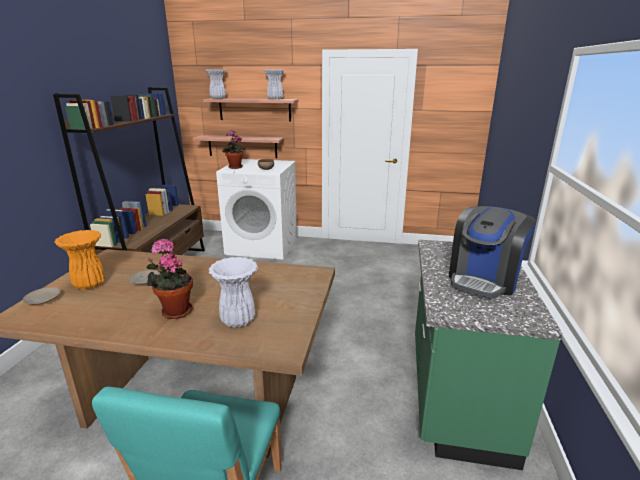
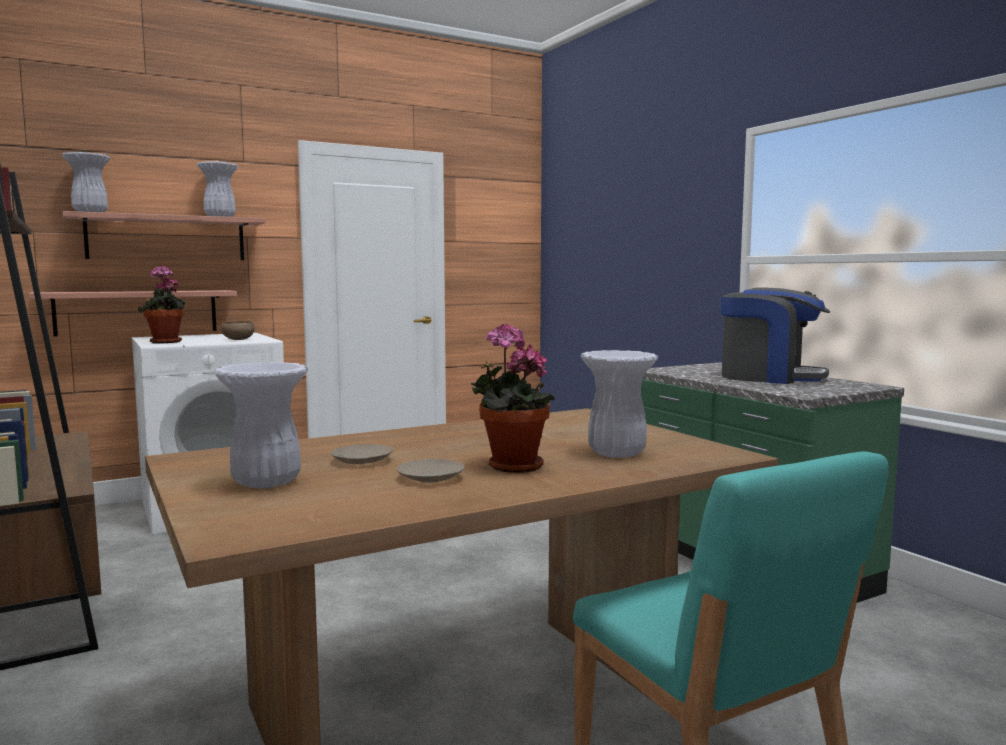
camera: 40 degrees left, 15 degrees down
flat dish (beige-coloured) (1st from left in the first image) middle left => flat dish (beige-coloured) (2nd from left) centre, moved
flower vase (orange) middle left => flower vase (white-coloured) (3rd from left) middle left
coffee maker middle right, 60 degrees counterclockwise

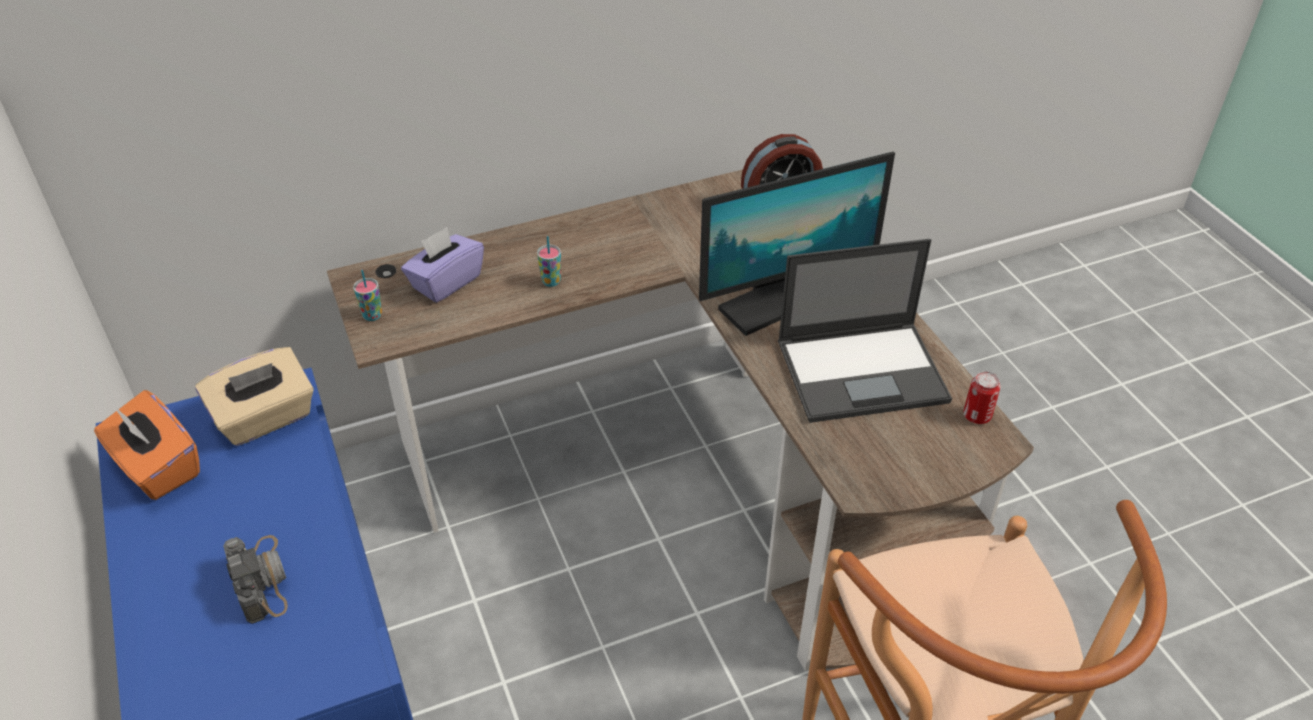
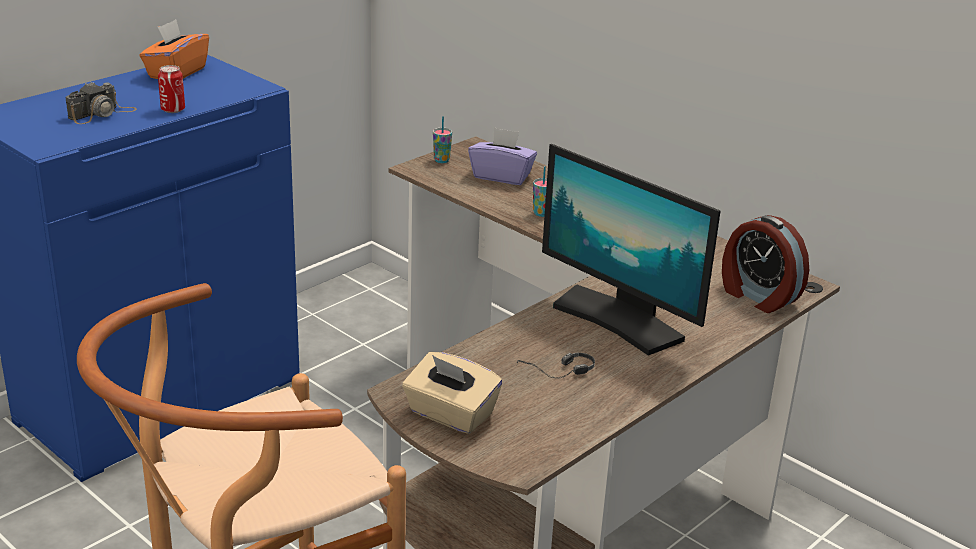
camera: 65 degrees right, 15 degrees down
tissue holder (beige-coloured) middle left => tissue holder (beige-coloured) bottom centre, moved
laptop centre => headphones bottom centre
sealed can middle right => sealed can top left, moved

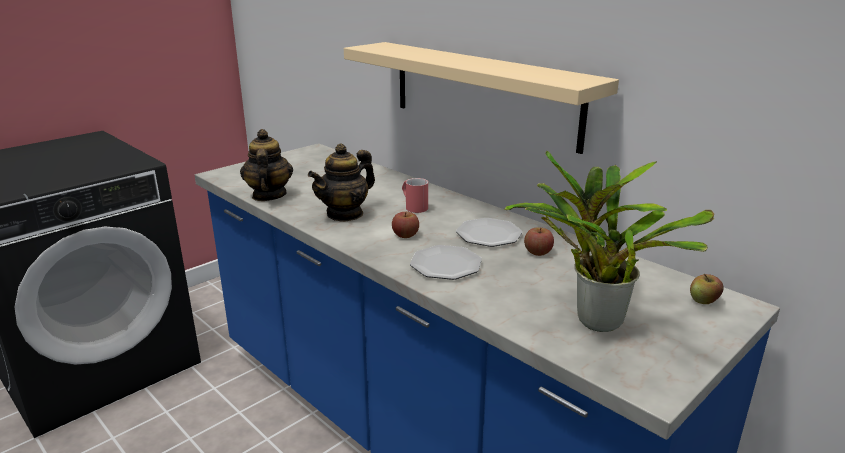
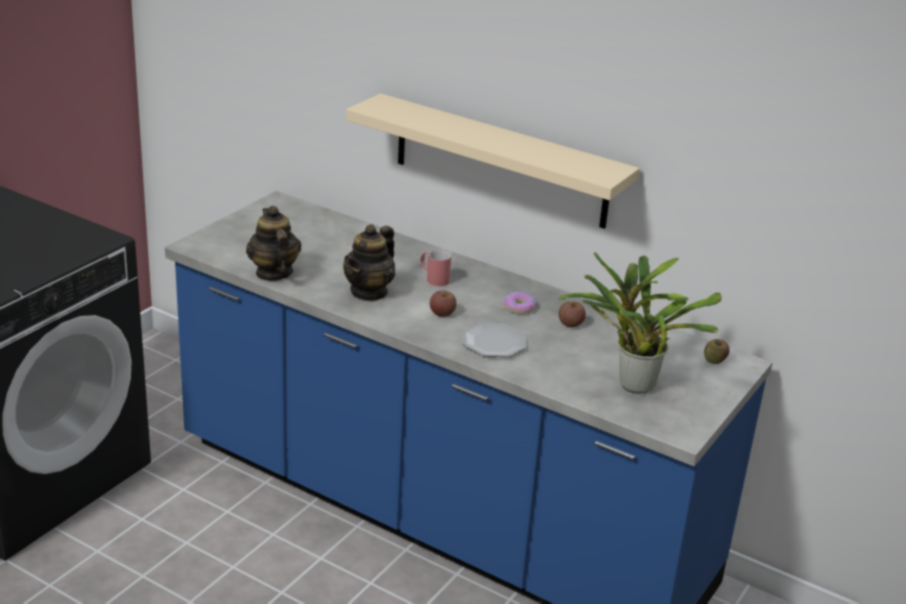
camera: 15 degrees left, 5 degrees up
flat dish (2nd from left) centre => doughnut centre

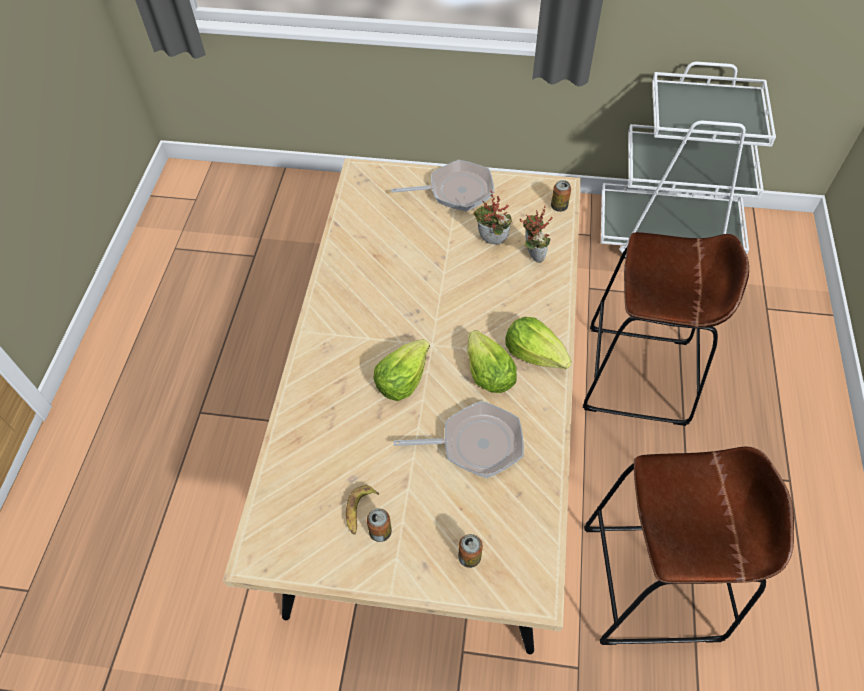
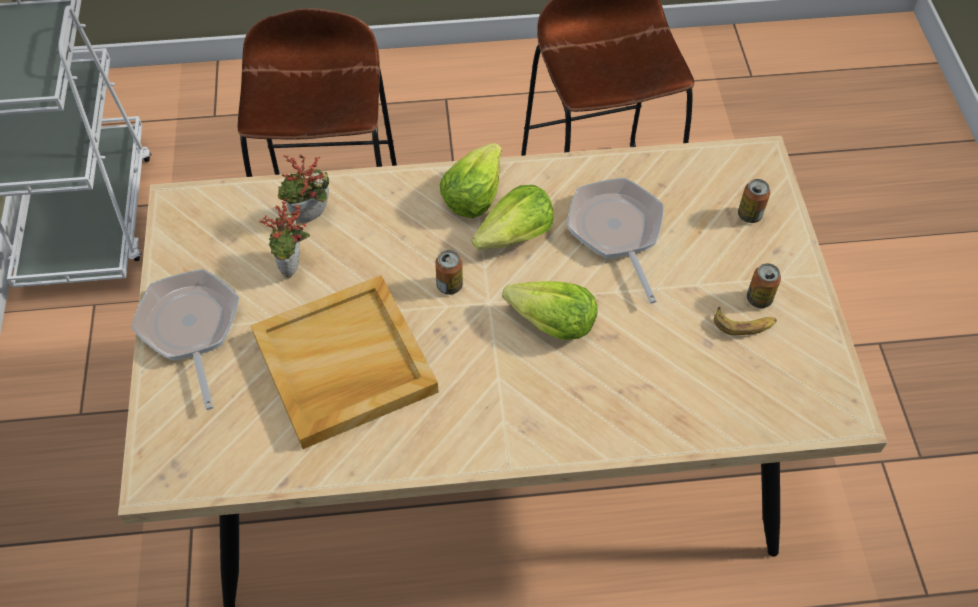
camera: 105 degrees left, 0 degrees up
sealed can (3rd from left in the first image) top centre => sealed can (1st from left) centre, moved
nothing => carrying tray (beige-coloured) centre

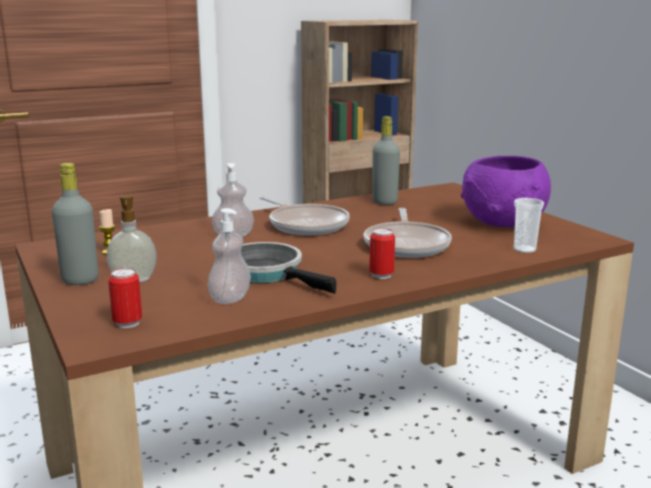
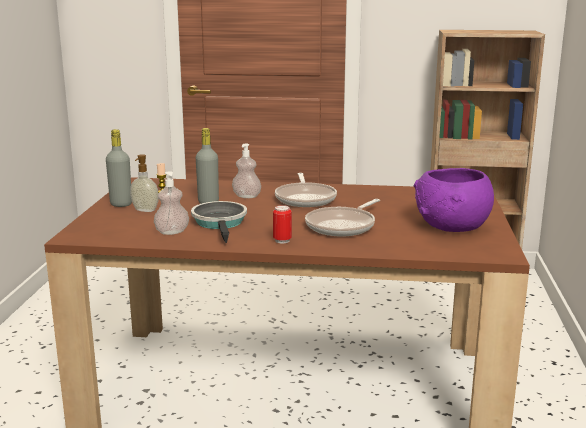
camera: 35 degrees right, 0 degrees up
sealed can (1st from left) middle left => nothing
bottle (greyish) (2nd from left) top centre => bottle (greyish) (2nd from left) centre, moved
cup middle right => nothing

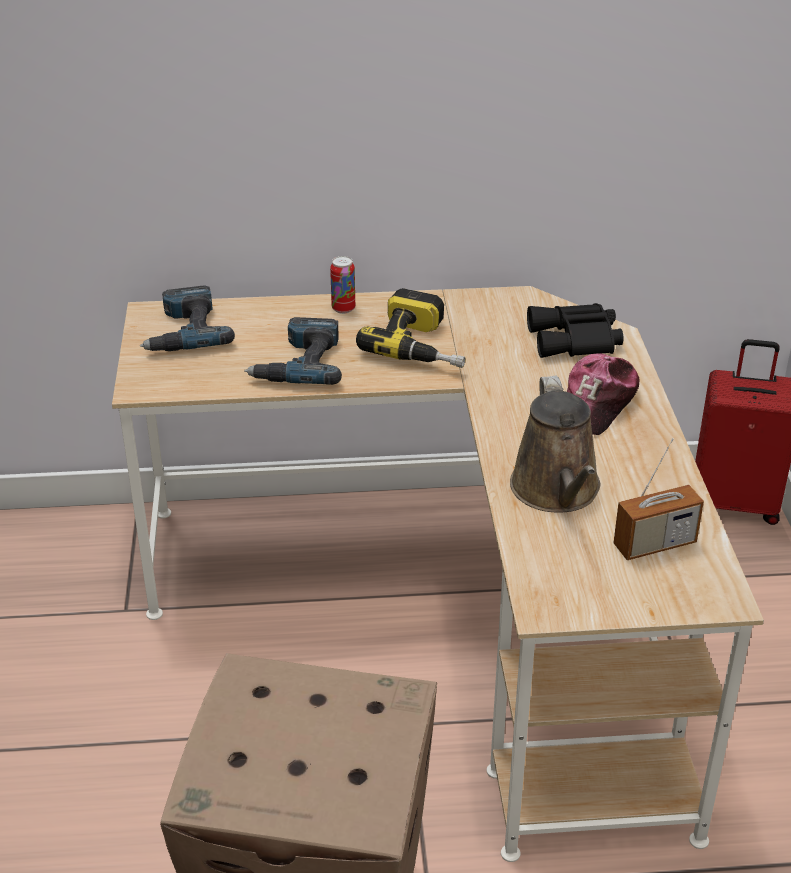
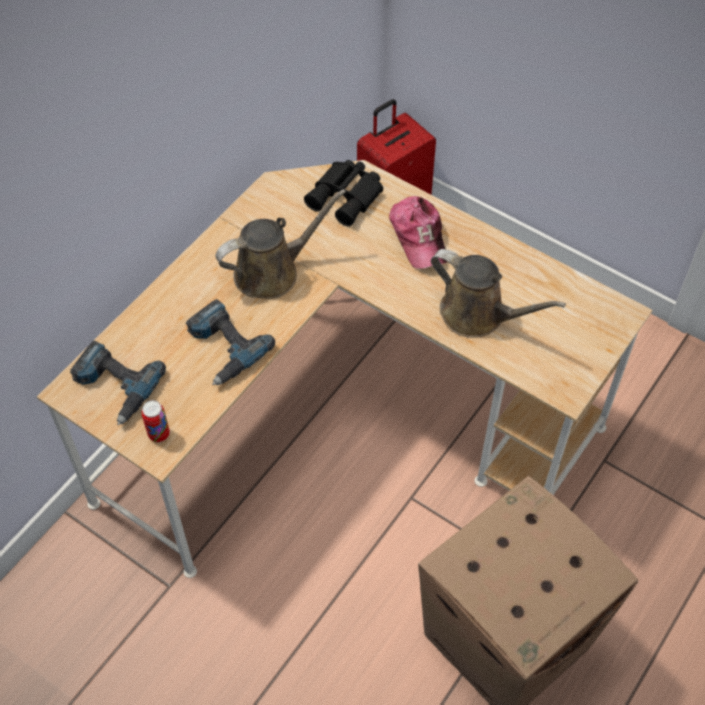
camera: 50 degrees left, 20 degrees up
sealed can top centre => sealed can middle left, moved
electric drill (3rd from left) centre => watering pot (brown-coloured) (1st from left) centre
radio receiver middle right => nothing

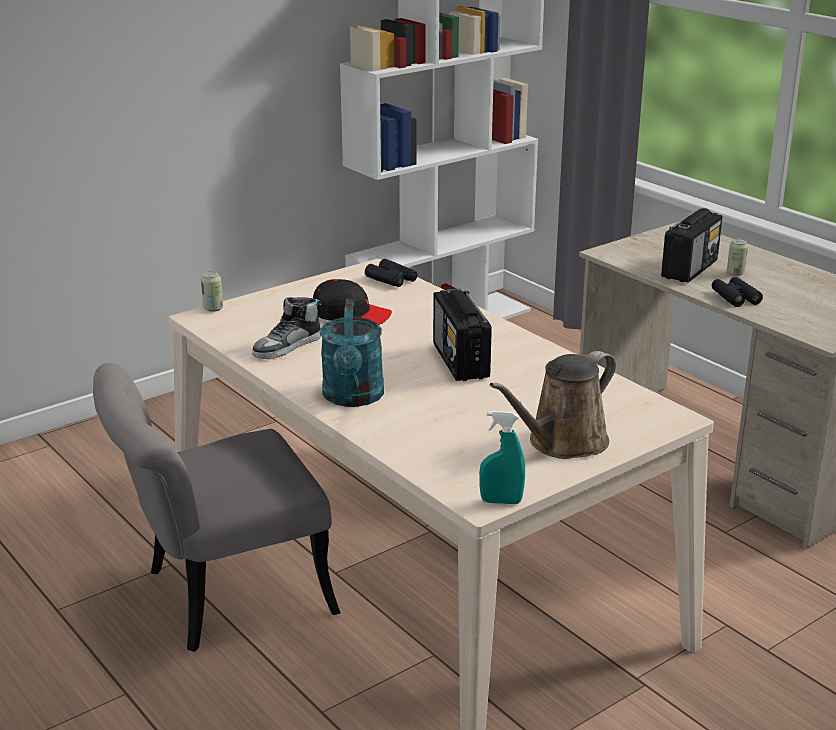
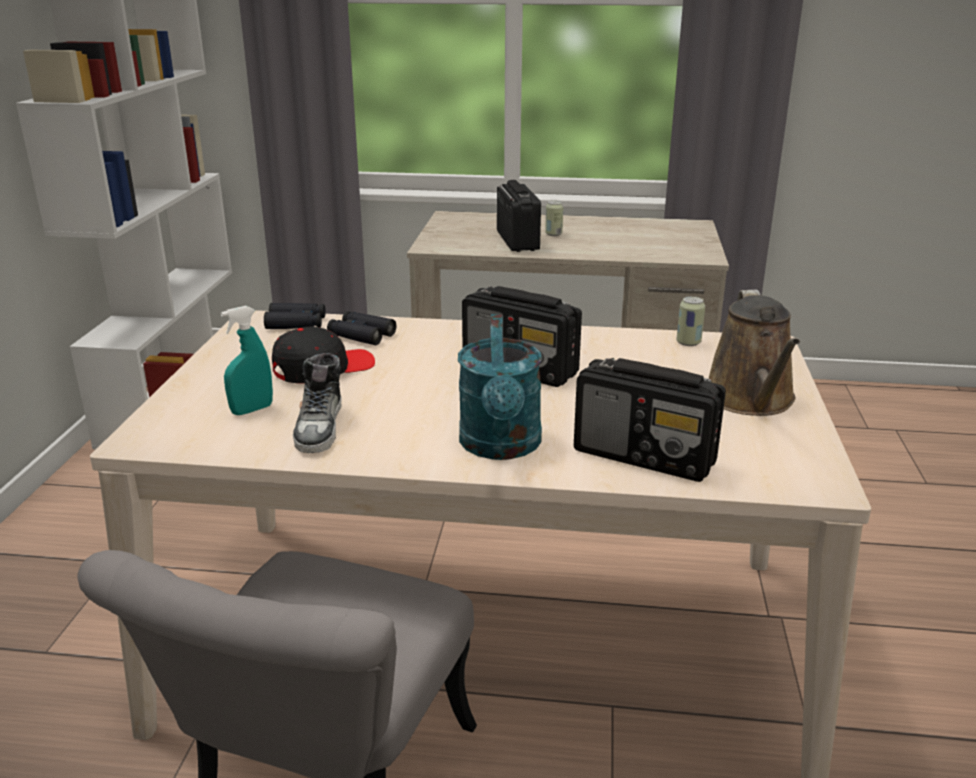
camera: 45 degrees left, 0 degrees up
sealed can (1st from left in the first image) middle left => sealed can (2nd from left) middle right, moved
watering pot (turquoise) centre, 45 degrees clockwise
hand sprayer (turquoise) centre => hand sprayer (turquoise) middle left, moved
binoculars (black) (2nd from left) middle right => binoculars (black) (2nd from left) centre, moved
nothing => radio receiver (3rd from left) centre

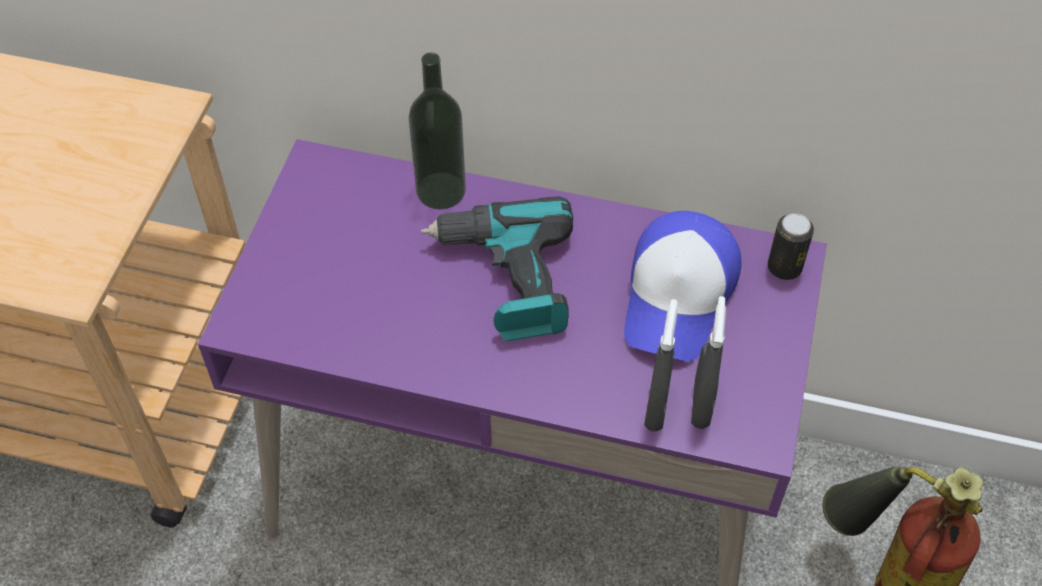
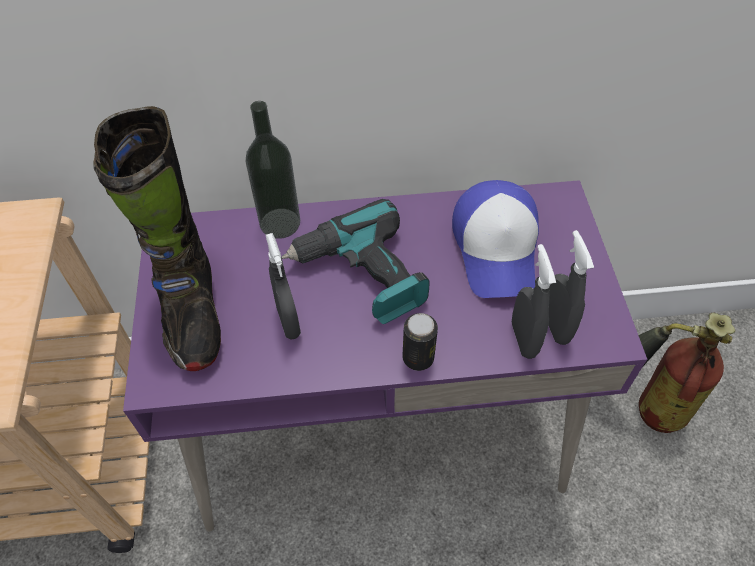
camera: 20 degrees left, 0 degrees up
sealed can middle right => sealed can centre, moved
nothing => boot (black) middle left
nothing => hand sprayer (greyish) (1st from left) centre

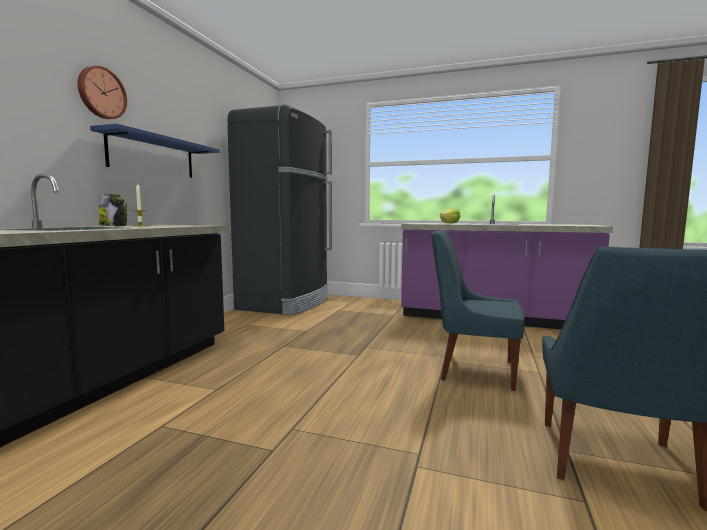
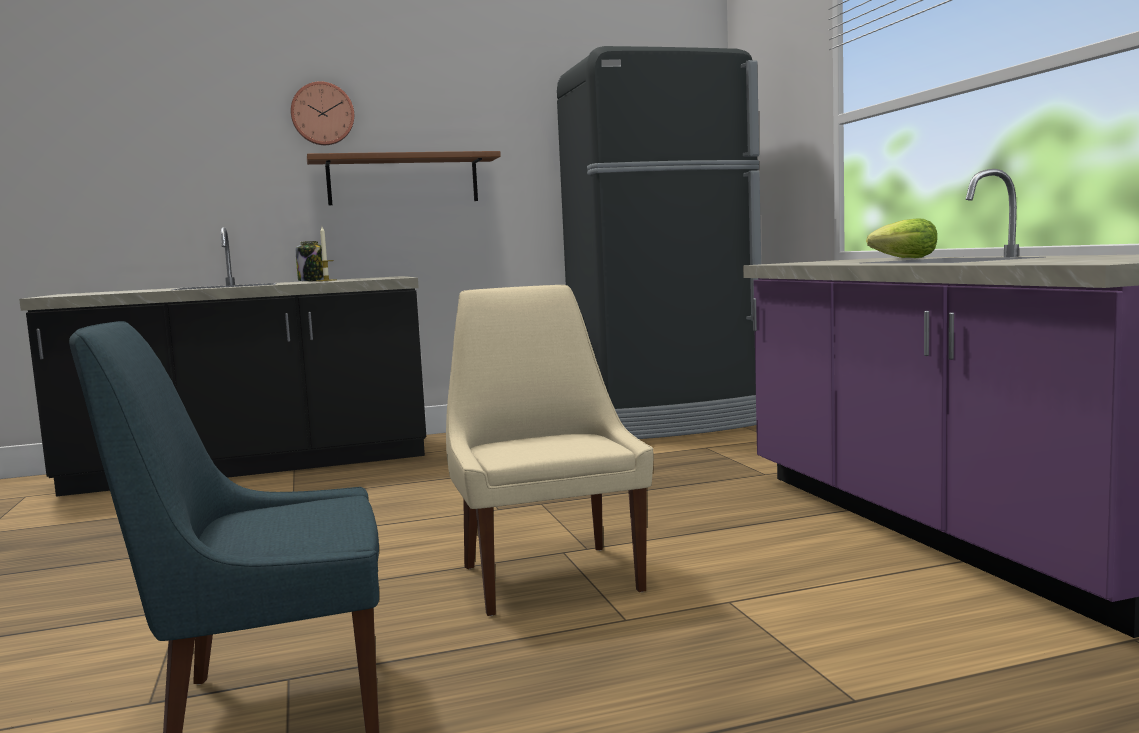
camera: 55 degrees right, 0 degrees up
wall shelf (blue) top left => wall shelf (brown-coloured) top centre
plain chair (blue) (1st from left) middle right => plain chair (beige-coloured) centre

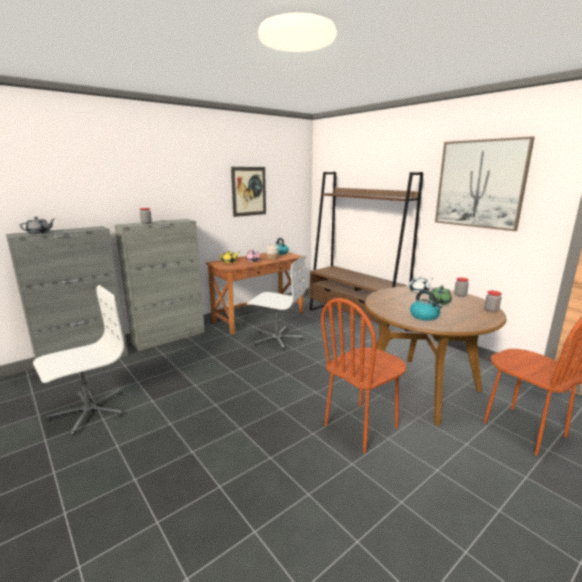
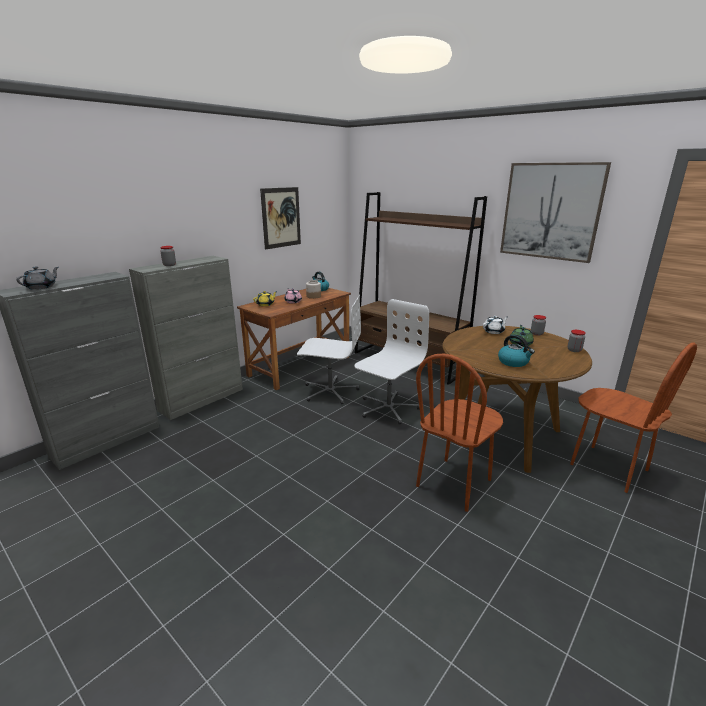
camera: 10 degrees left, 5 degrees up
computer chair (white-coloured) (1st from left in the first image) middle left => computer chair (white-coloured) (2nd from left) centre, moved

